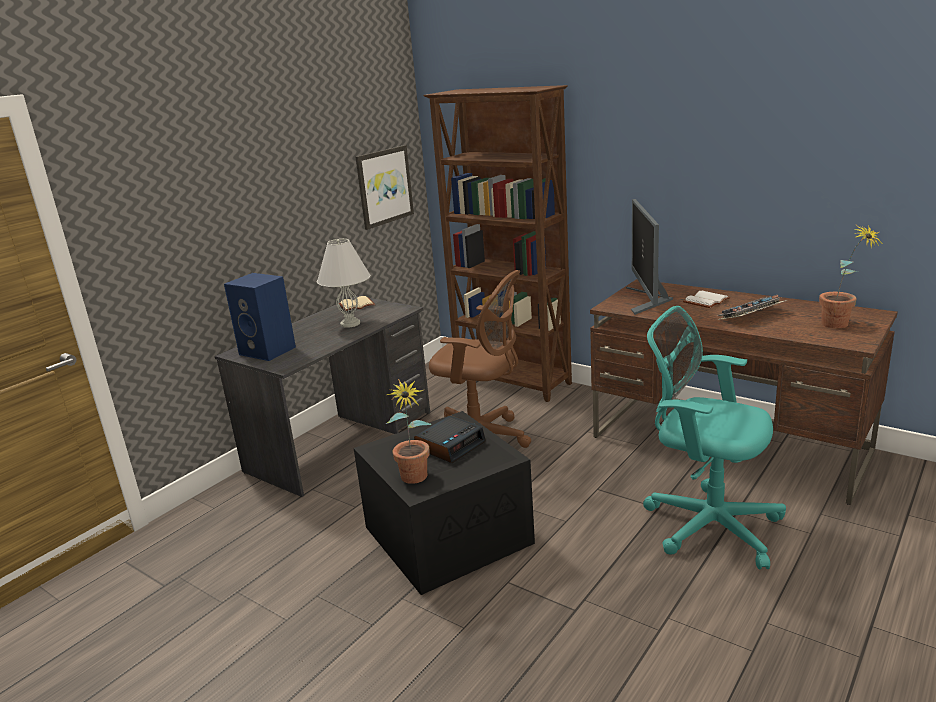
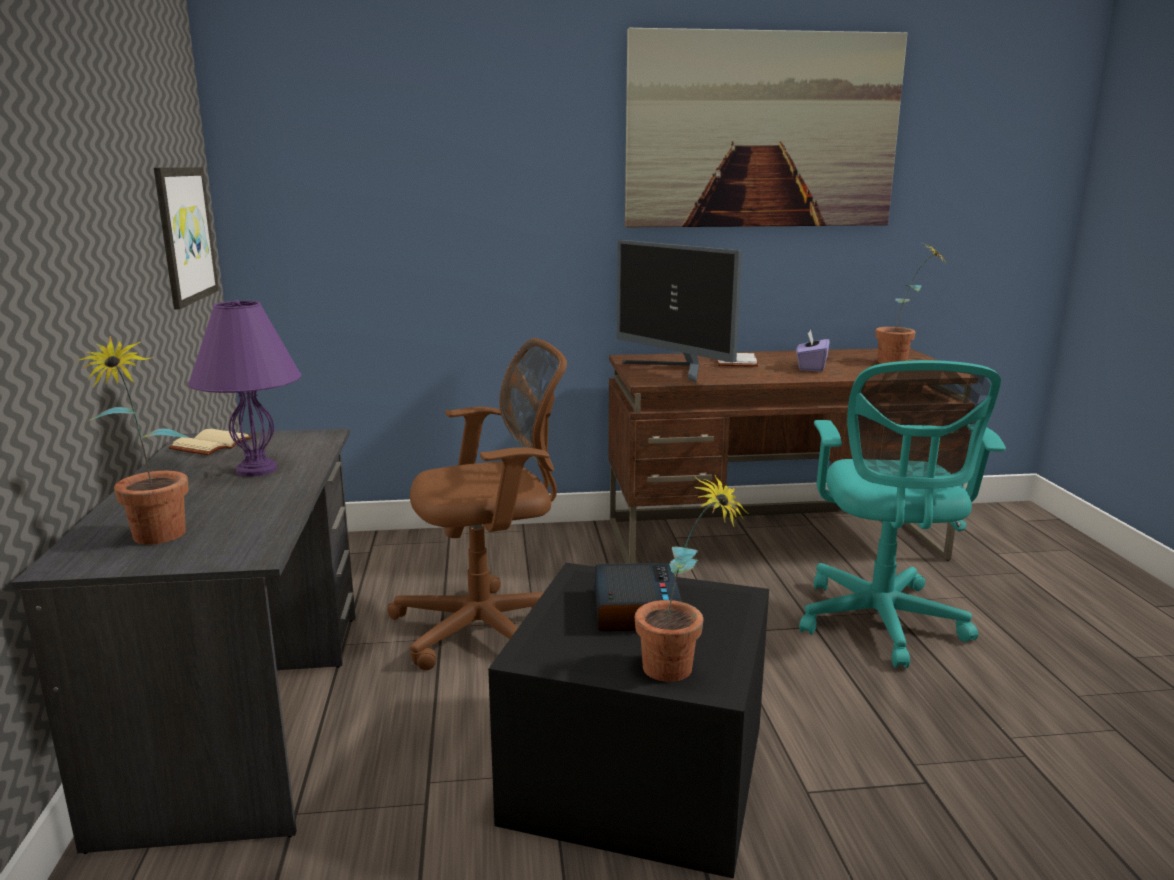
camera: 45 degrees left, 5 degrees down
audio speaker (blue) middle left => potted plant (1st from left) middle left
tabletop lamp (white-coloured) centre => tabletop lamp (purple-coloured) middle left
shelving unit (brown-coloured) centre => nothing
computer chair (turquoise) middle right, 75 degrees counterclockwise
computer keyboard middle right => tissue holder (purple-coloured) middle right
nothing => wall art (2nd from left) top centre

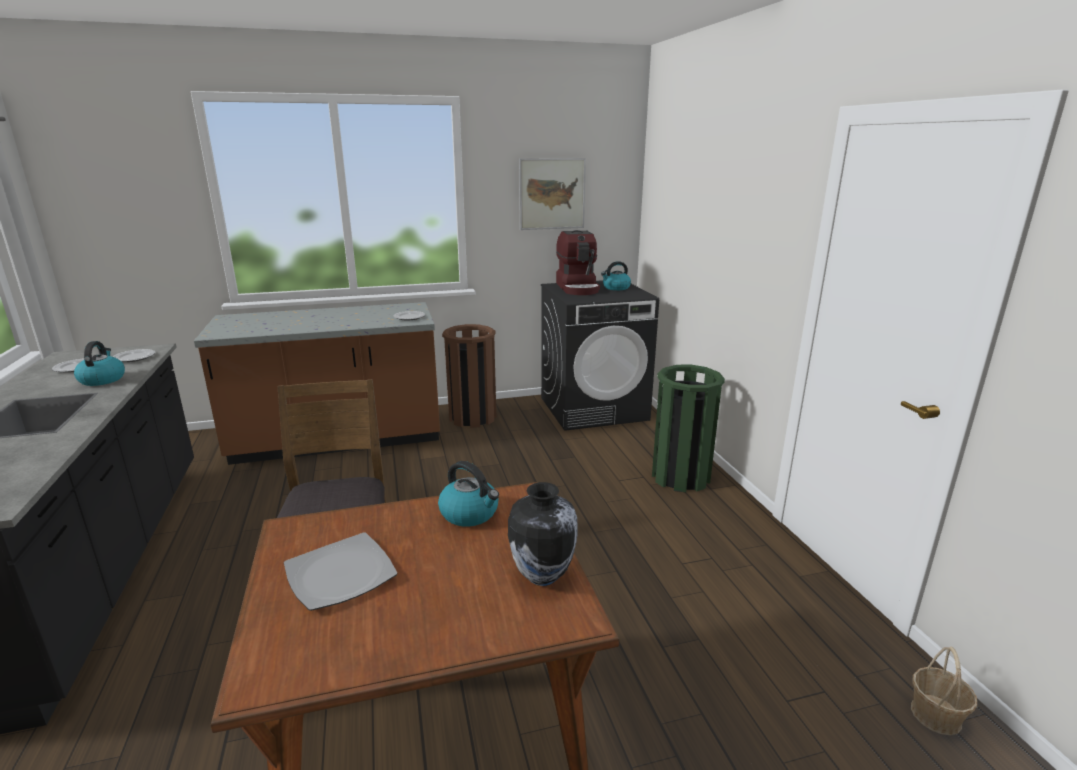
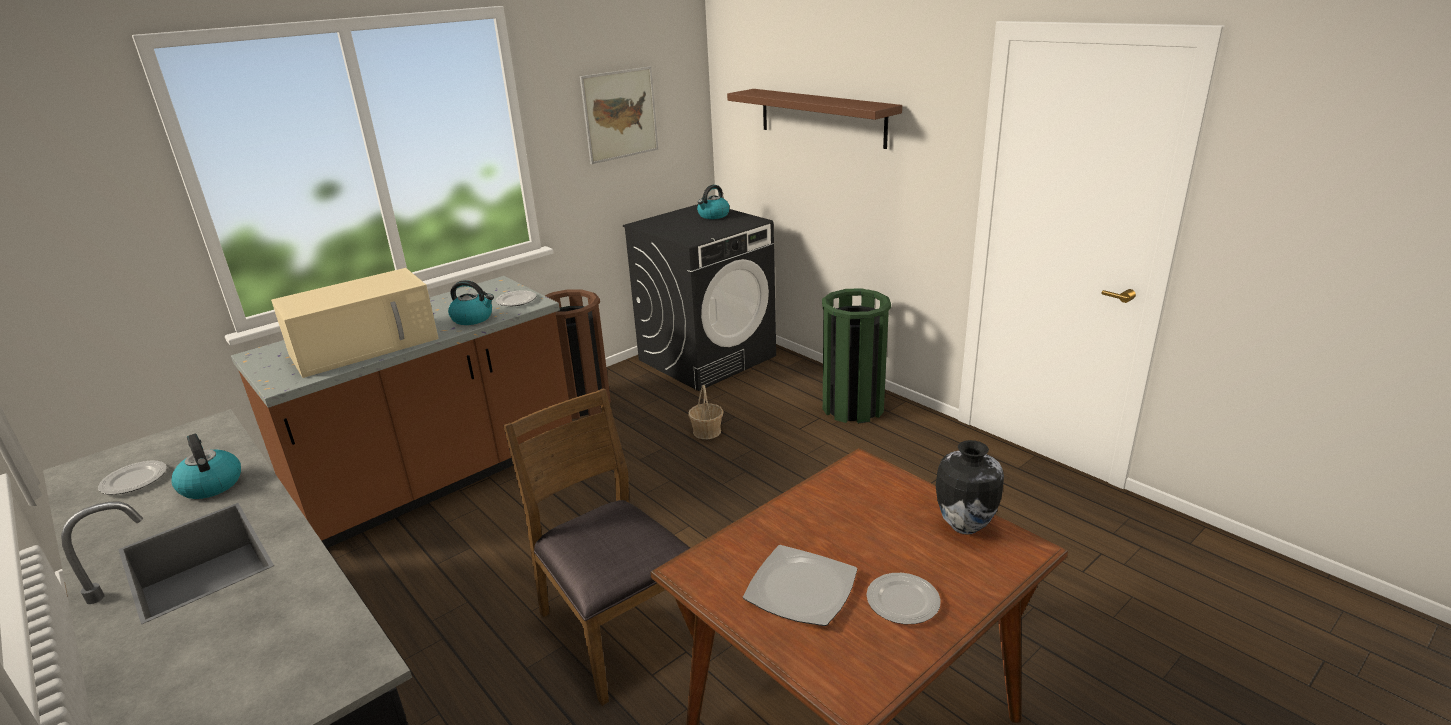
camera: 25 degrees left, 5 degrees up
flat dish (2nd from left in the first image) middle left => flat dish (4th from left) bottom centre, moved
tea kettle (2nd from left) centre => tea kettle (2nd from left) middle left, moved
coffee maker centre => nothing
basket bottom right => basket centre, moved
nothing => microwave (beige-coloured) middle left
nothing => wall shelf (brown-coloured) top centre

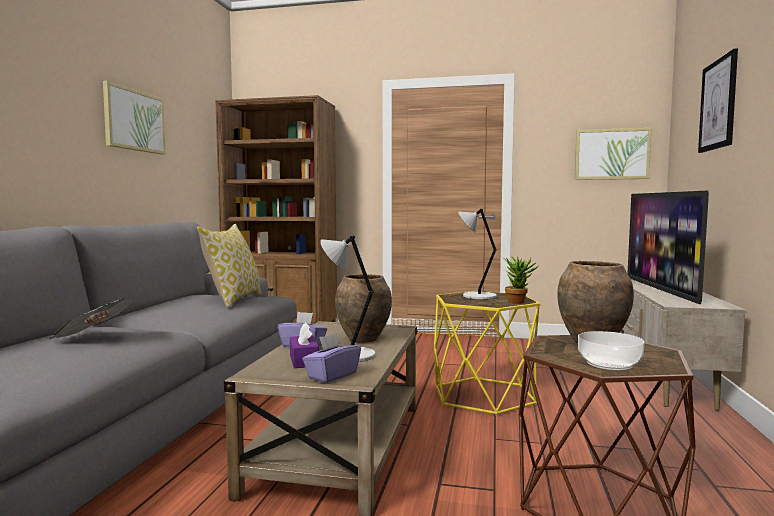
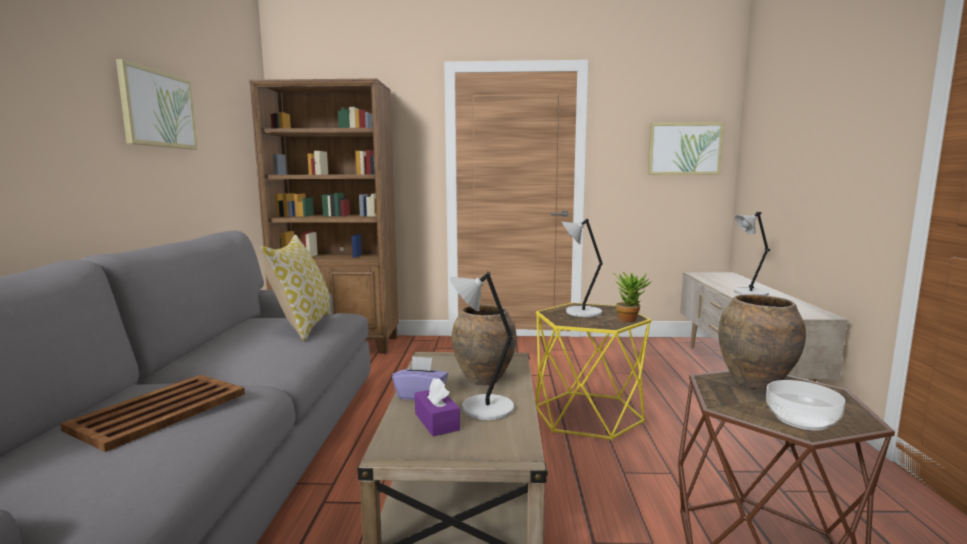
camera: 10 degrees left, 5 degrees up
daily paper middle left => carrying tray (brown-coloured) bottom left
tissue holder (purple-coloured) (3rd from left) bottom centre => nothing
TV middle right => tabletop lamp (greyish) (3rd from left) middle right
wall art (3rd from left) top right => nothing

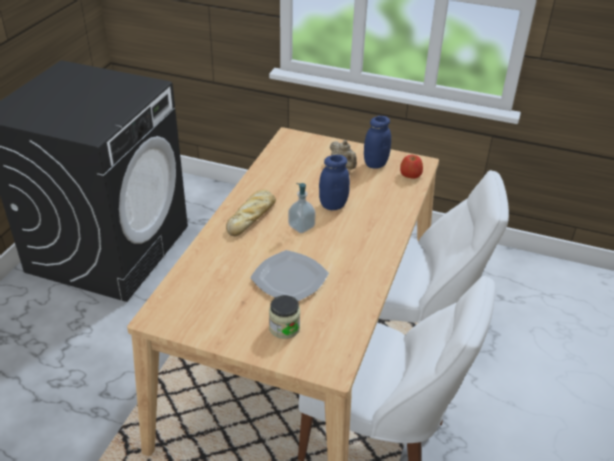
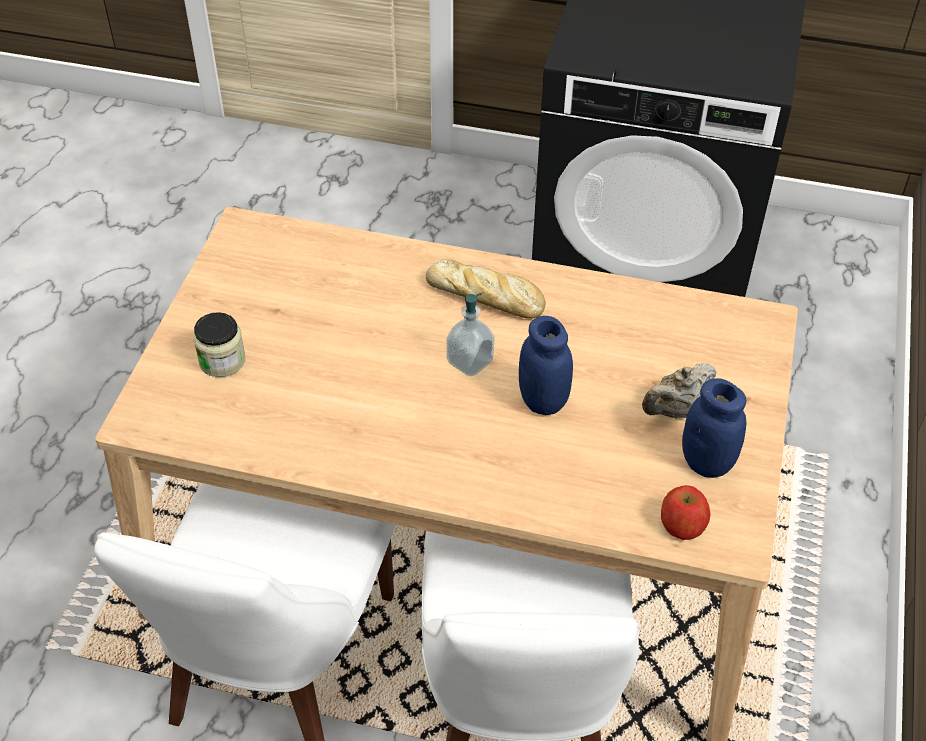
camera: 85 degrees right, 10 degrees up
flat dish centre => nothing

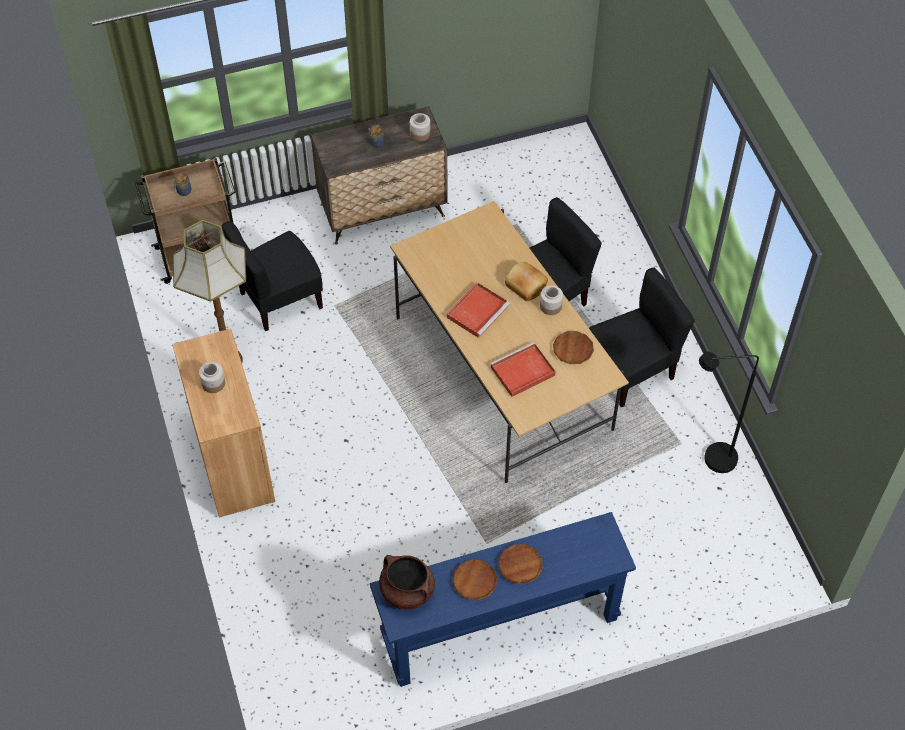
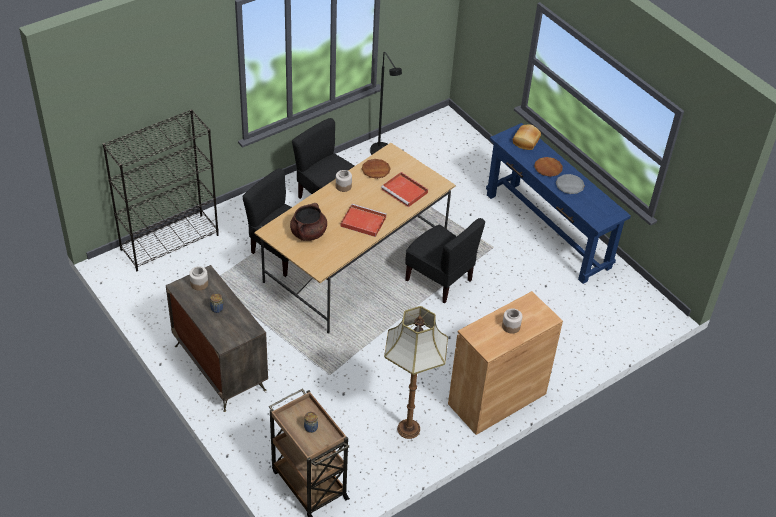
camera: 110 degrees left, 10 degrees down
plain chair (black) (1st from left in the first image) middle left => plain chair (black) (3rd from left) centre, moved
saucepot (brown-coloured) bottom centre => saucepot (brown-coloured) centre, moved
flat dish (brown-coloured) (1st from left) bottom centre => flat dish (greyish) middle right
bakery bread centre => bakery bread top right, moved
nothing => shelving unit (black) middle left

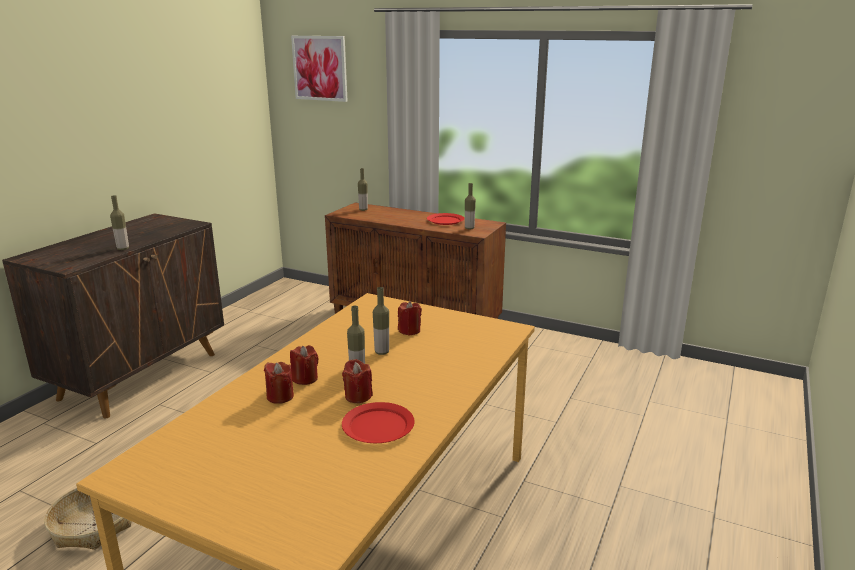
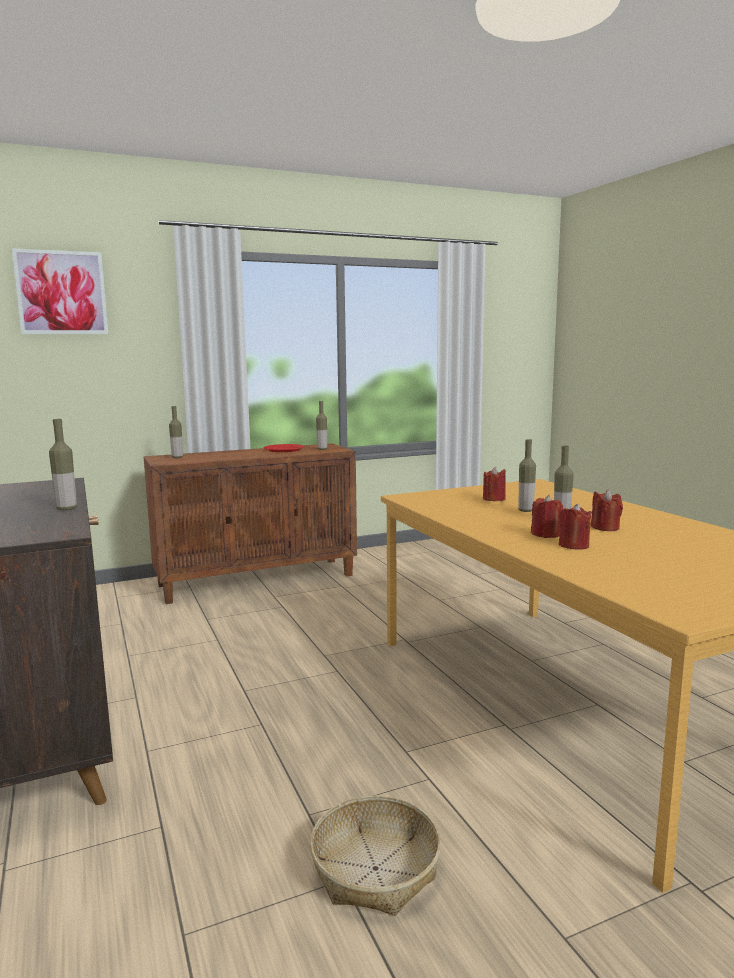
camera: 50 degrees left, 10 degrees down
flat dish (red-coloured) (1st from left) bottom centre => nothing

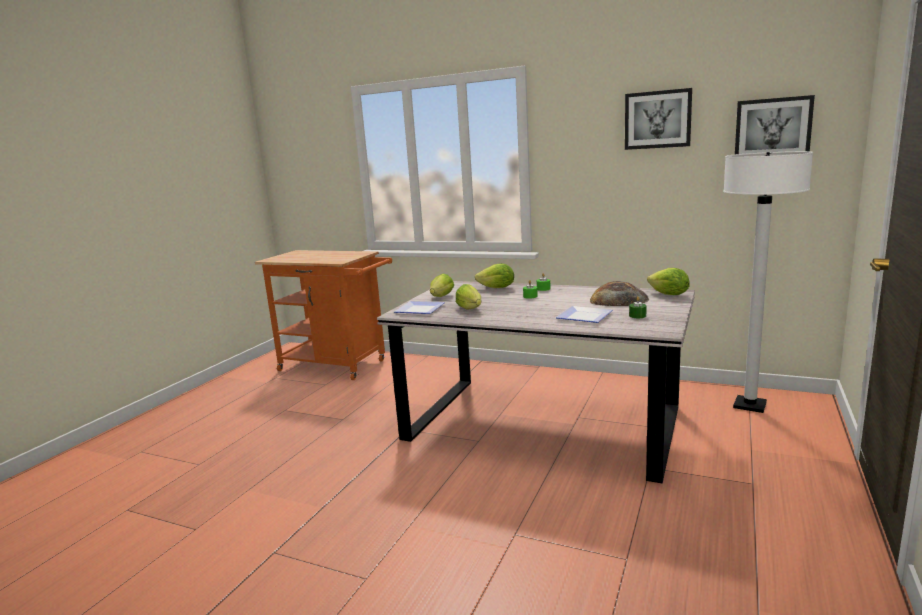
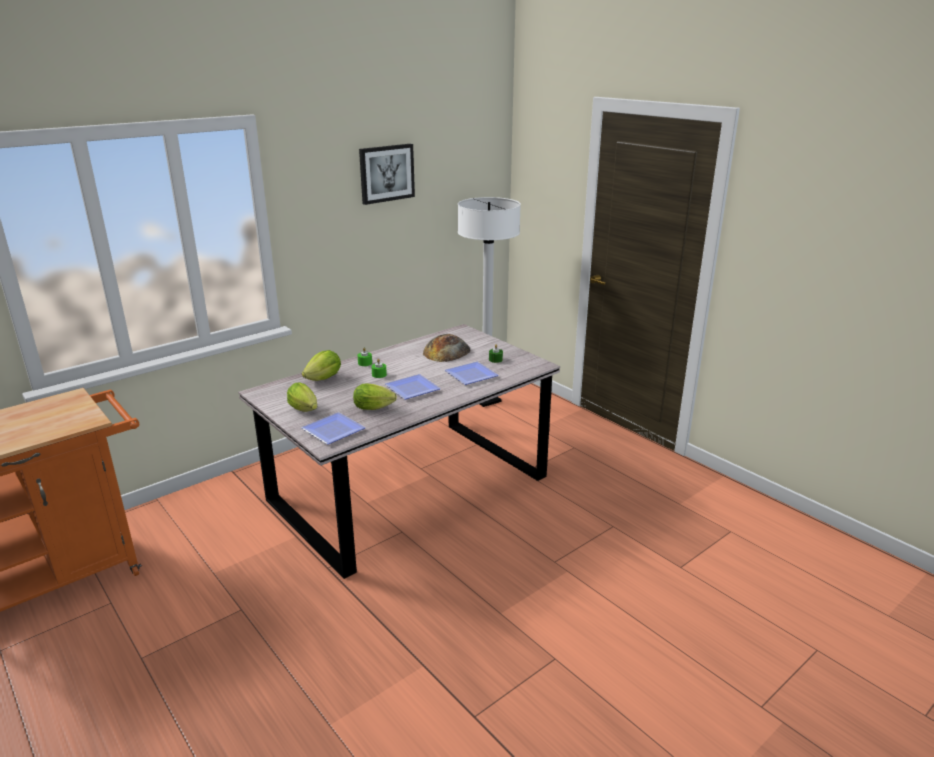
camera: 65 degrees left, 10 degrees up
lettuce head (4th from left) middle right => nothing
wall art (2nd from left) top right => nothing
nothing => flat dish (2nd from left) centre

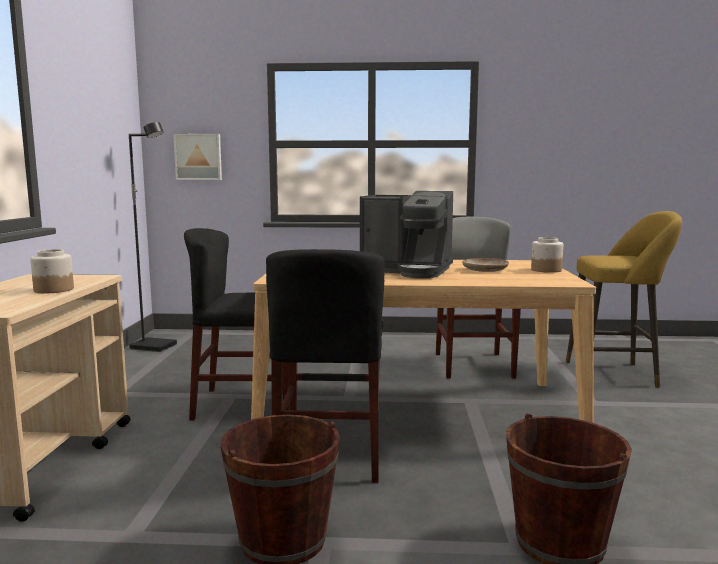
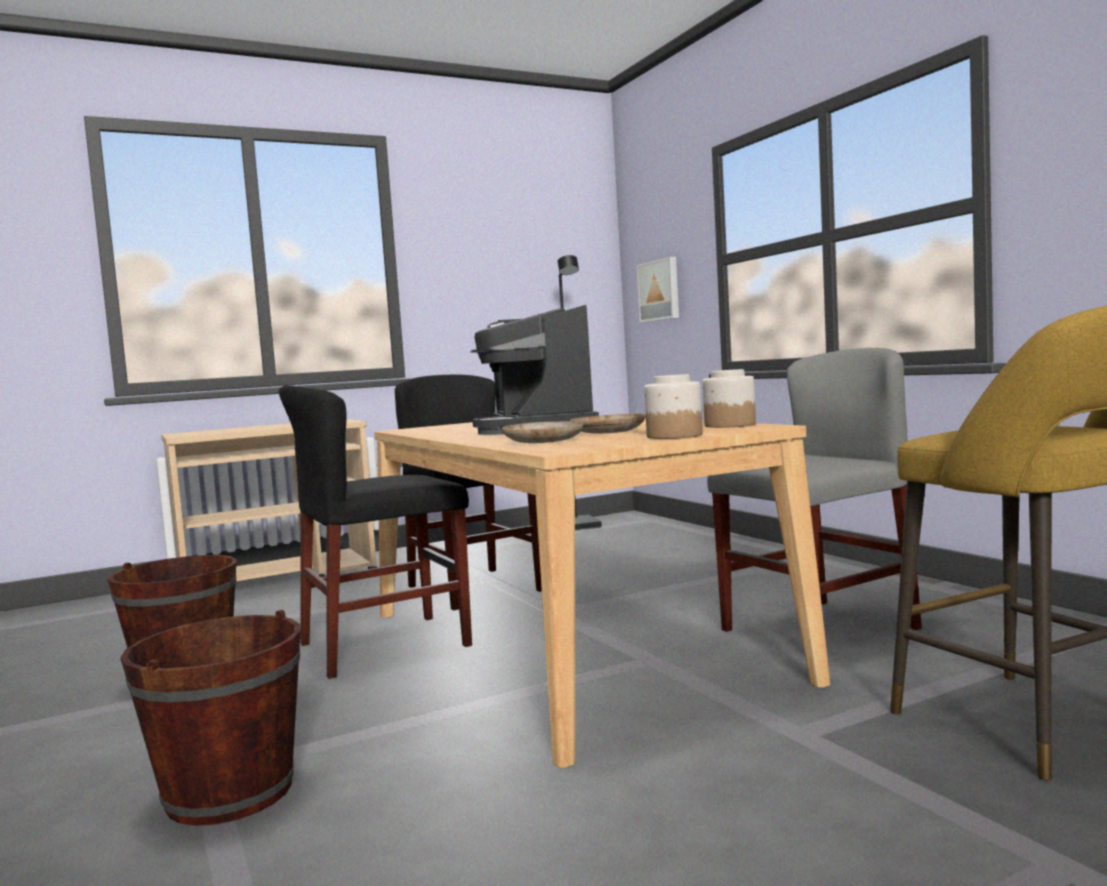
camera: 60 degrees right, 5 degrees down
storage jar (1st from left in the first image) middle left => storage jar (2nd from left) centre, moved
nothing => flat dish (beige-coloured) (1st from left) centre

